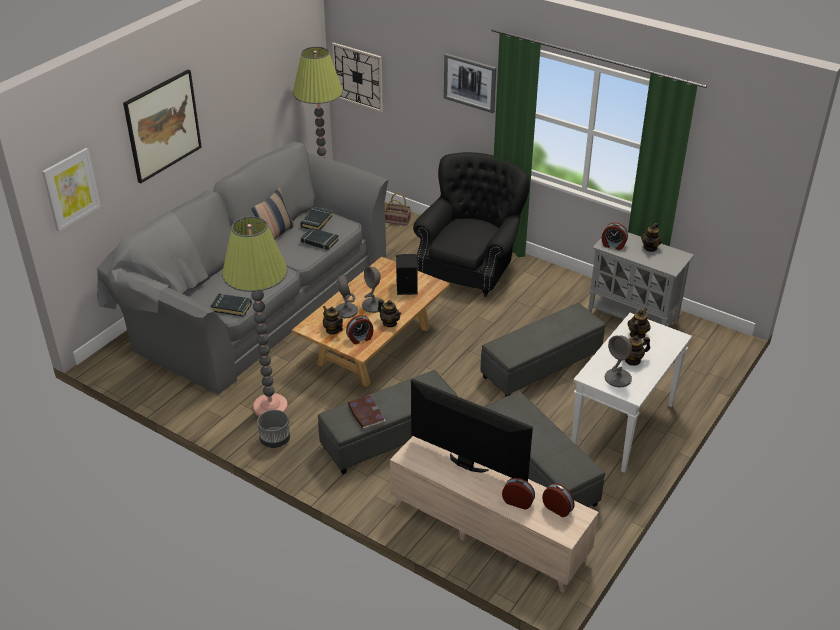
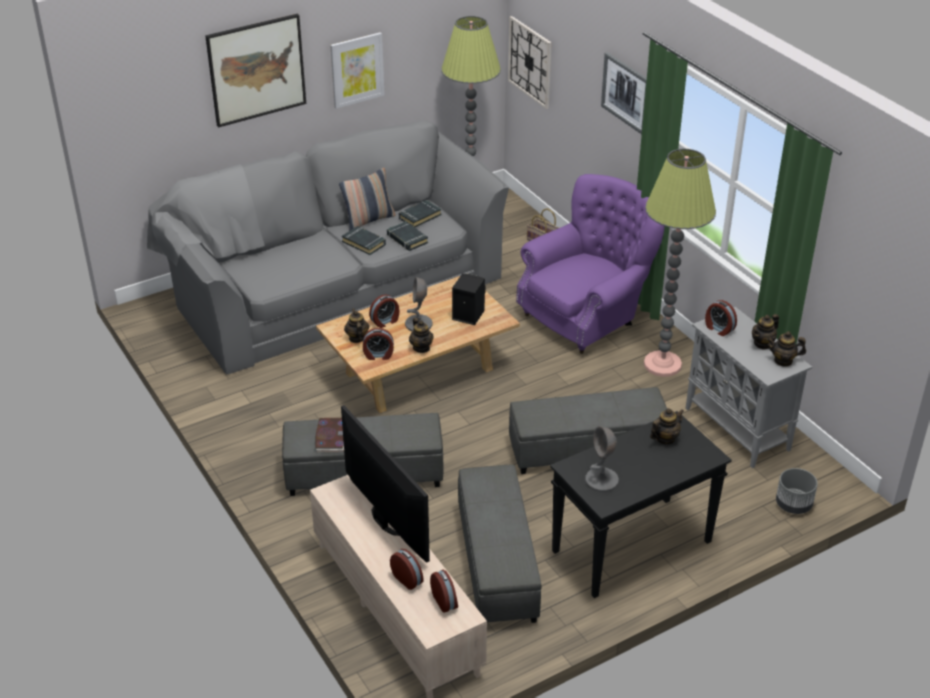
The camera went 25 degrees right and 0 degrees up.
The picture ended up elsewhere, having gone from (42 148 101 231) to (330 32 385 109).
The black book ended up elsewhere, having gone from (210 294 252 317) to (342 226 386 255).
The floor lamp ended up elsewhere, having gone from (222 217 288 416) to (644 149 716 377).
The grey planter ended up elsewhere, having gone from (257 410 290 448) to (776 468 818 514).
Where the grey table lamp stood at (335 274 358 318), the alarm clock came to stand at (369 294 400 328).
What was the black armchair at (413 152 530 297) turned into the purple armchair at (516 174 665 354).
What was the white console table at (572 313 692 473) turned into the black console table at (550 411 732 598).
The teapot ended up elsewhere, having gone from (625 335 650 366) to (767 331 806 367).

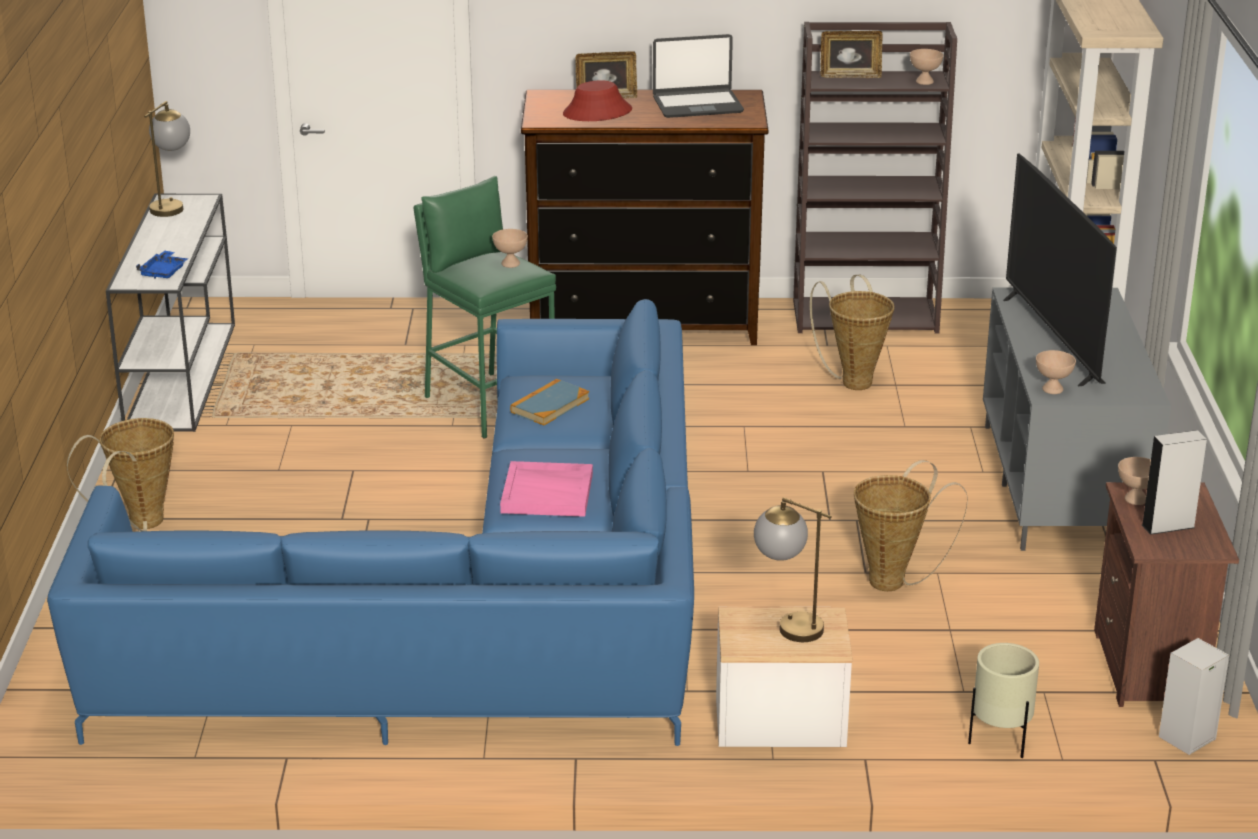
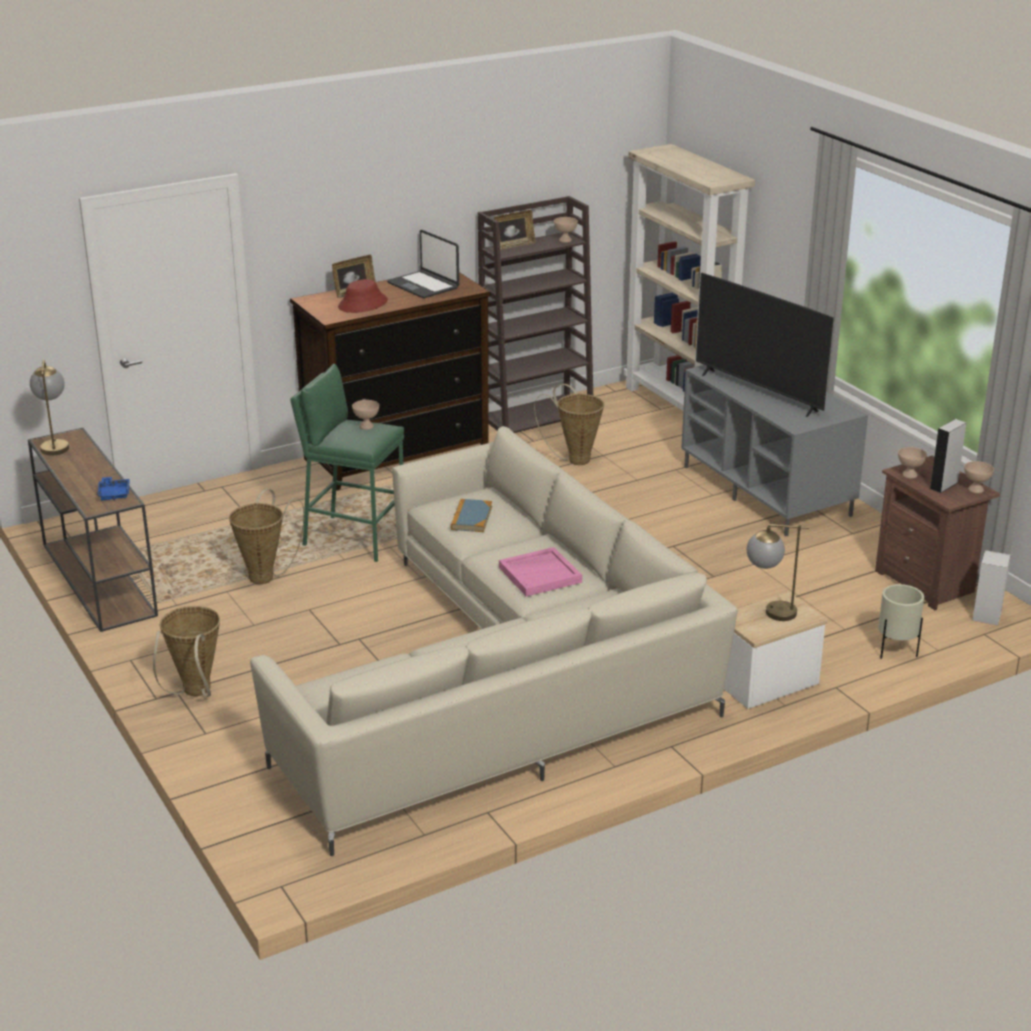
The camera went 30 degrees left and 0 degrees up.
What was the blue sofa at (47 299 694 746) turned into the beige sofa at (250 426 737 856).
What was the white console table at (106 194 235 432) turned into the brown console table at (28 428 158 632).
The laptop at (653 34 744 118) ended up facing another way, 90 degrees clockwise from before.
The basket ended up elsewhere, having gone from (854 460 968 591) to (229 489 304 584).
The beige bowl ended up elsewhere, having gone from (1036 350 1076 394) to (964 461 994 493).

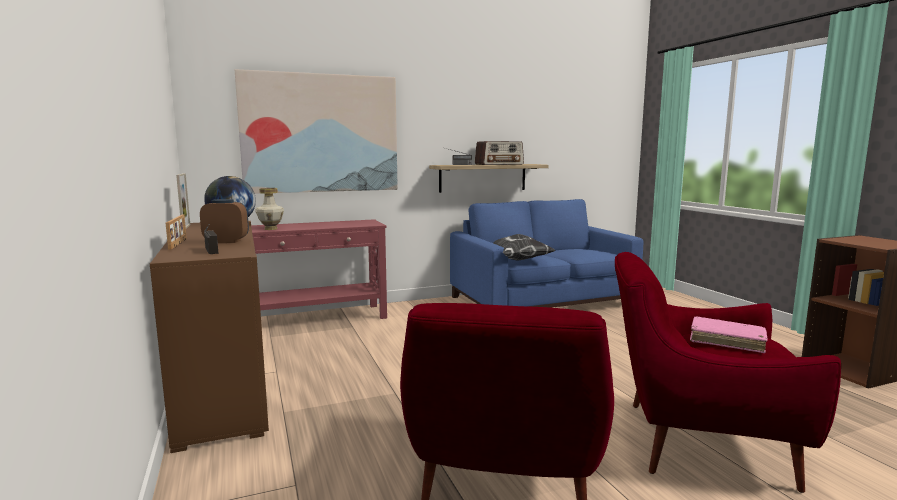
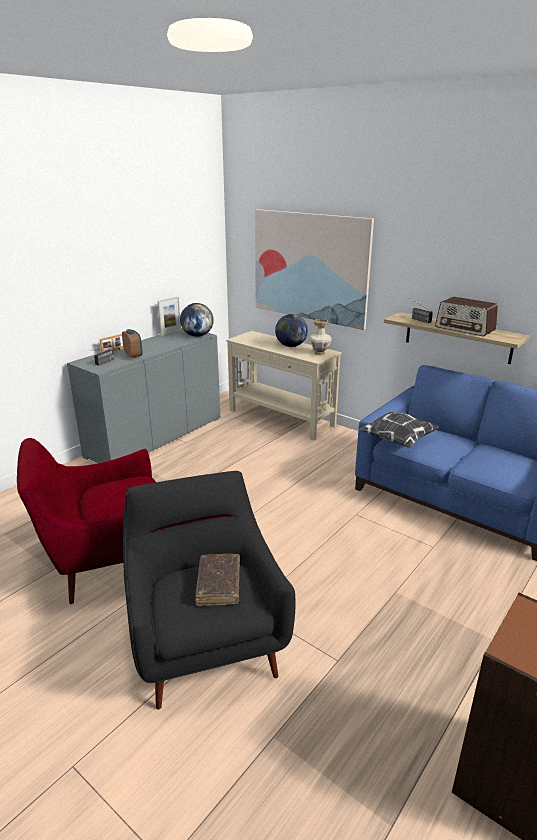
The camera went 60 degrees right and 15 degrees up.
What was the brown cabinet at (150 221 269 453) turned into the grey cabinet at (67 328 220 463).
What was the red console table at (251 219 387 319) turned into the beige console table at (226 331 342 441).
The vase ended up elsewhere, having gone from (255 188 284 230) to (309 319 332 355).
What was the red armchair at (615 252 841 493) turned into the black armchair at (123 471 295 709).
What was the pink book at (690 317 768 353) turned into the brown book at (195 554 240 606).
The second view gained the globe at (275 314 308 347).

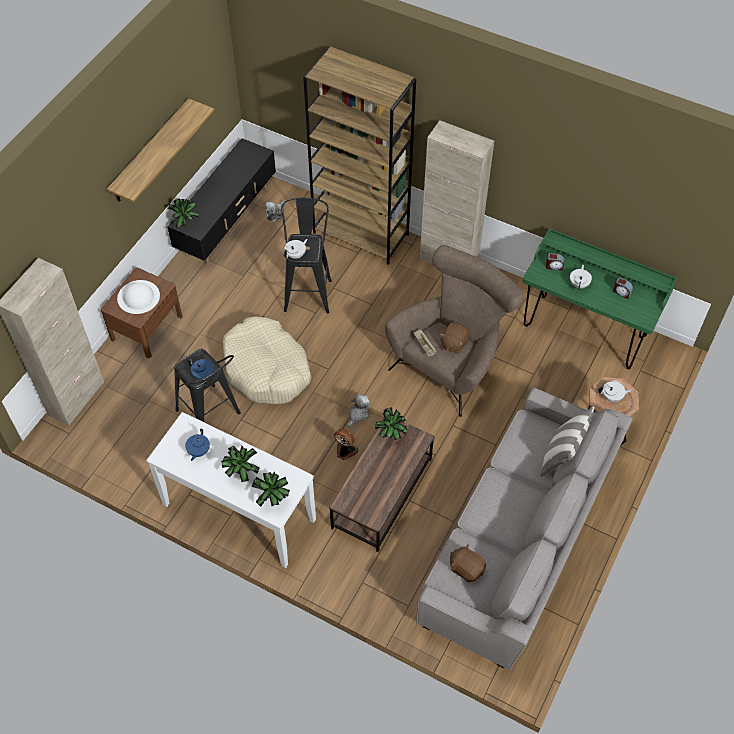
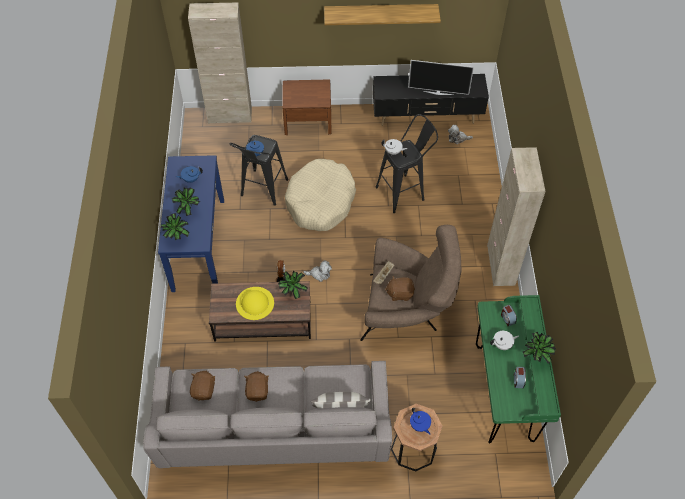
The camera went 60 degrees right and 0 degrees up.
The second view lost the white hat at (117 280 160 314).
What was the white console table at (146 412 316 568) turned into the blue console table at (158 155 224 292).
The potted plant ended up elsewhere, having gone from (168 198 199 228) to (523 332 556 363).
The second view lost the brown bookcase at (303 46 416 265).
What was the white teapot at (598 381 632 402) turned into the blue teapot at (410 408 431 434).
The second view gained the yellow hat at (236 287 274 320).
The second view gained the brown plush toy at (244 371 269 402).
The second view gained the television at (408 60 474 95).

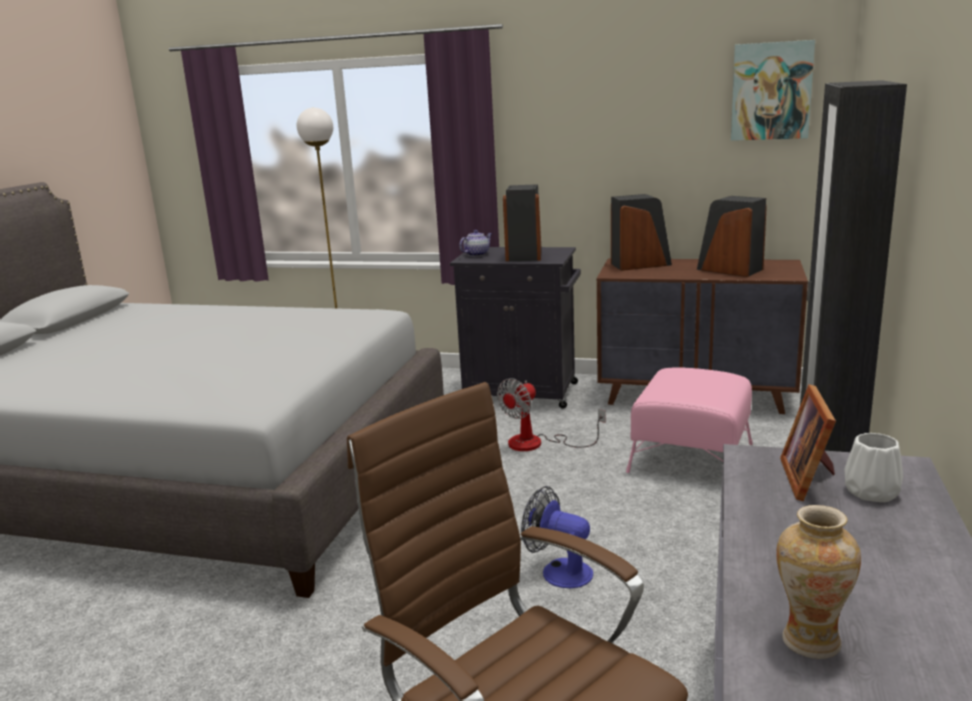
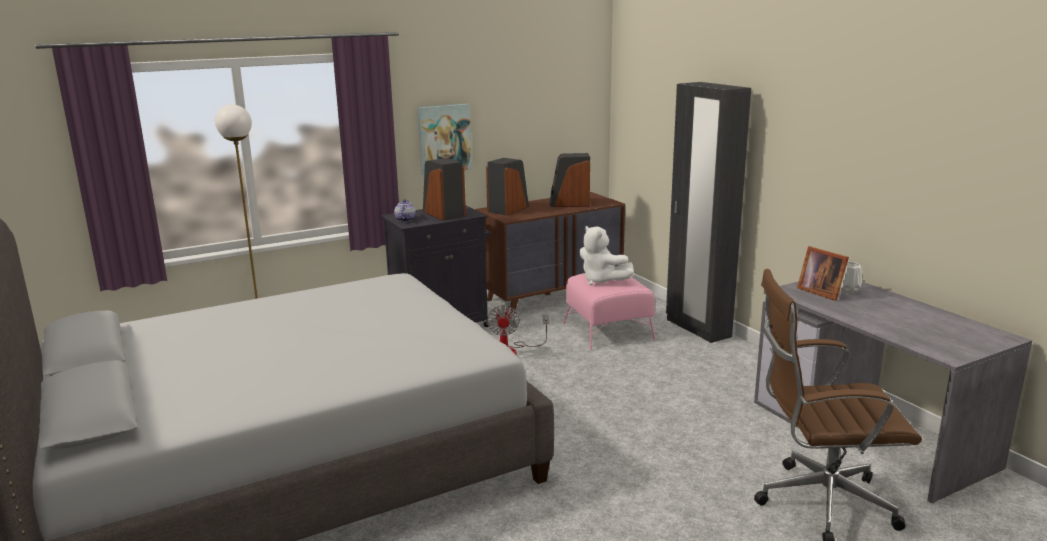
The camera went 45 degrees left and 0 degrees up.
The second view lost the fan at (521 486 593 588).
The picture ended up elsewhere, having gone from (731 40 815 141) to (418 103 472 176).
The second view lost the vase at (776 505 861 659).
The second view gained the white plush toy at (579 226 634 285).

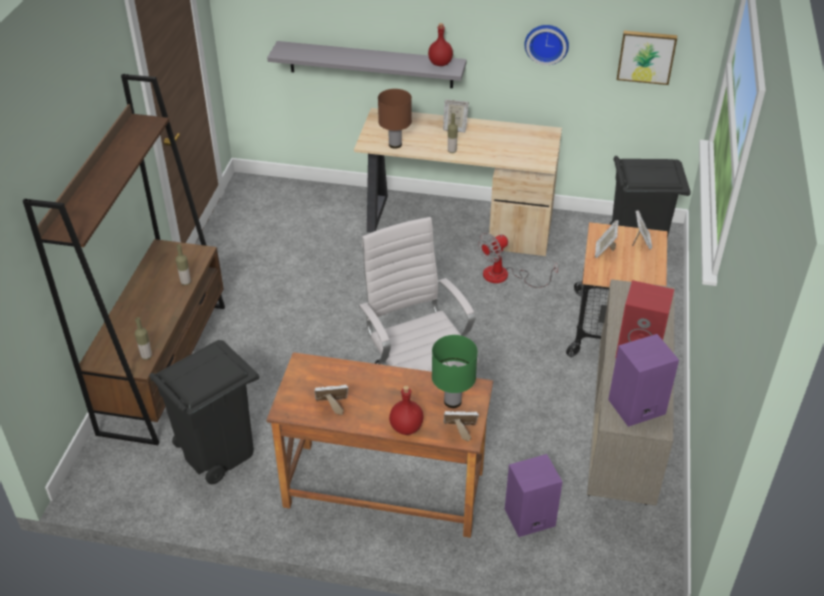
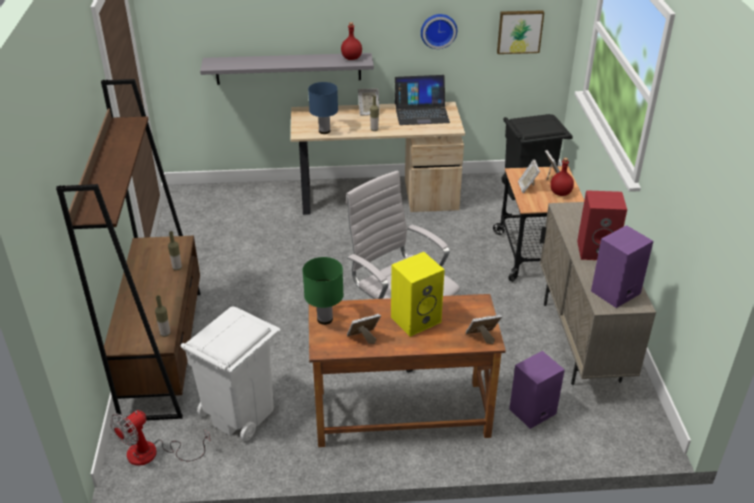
The camera went 15 degrees left and 5 degrees down.
What was the black trash can at (149 340 259 484) turned into the white trash can at (181 307 280 441).
What was the brown table lamp at (378 89 412 149) turned into the blue table lamp at (308 82 338 134).
The red bottle ended up elsewhere, having gone from (389 386 424 435) to (550 158 574 196).
The green table lamp ended up elsewhere, having gone from (432 335 478 408) to (302 257 344 325).
The fan ended up elsewhere, having gone from (478 233 558 288) to (110 410 211 466).
The second view gained the yellow speaker at (391 252 445 337).
The second view gained the laptop at (395 75 450 125).

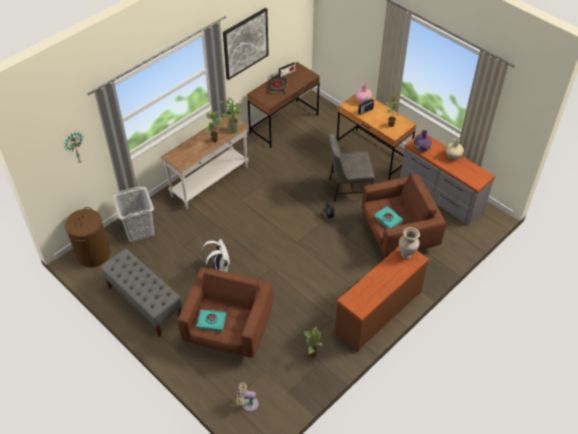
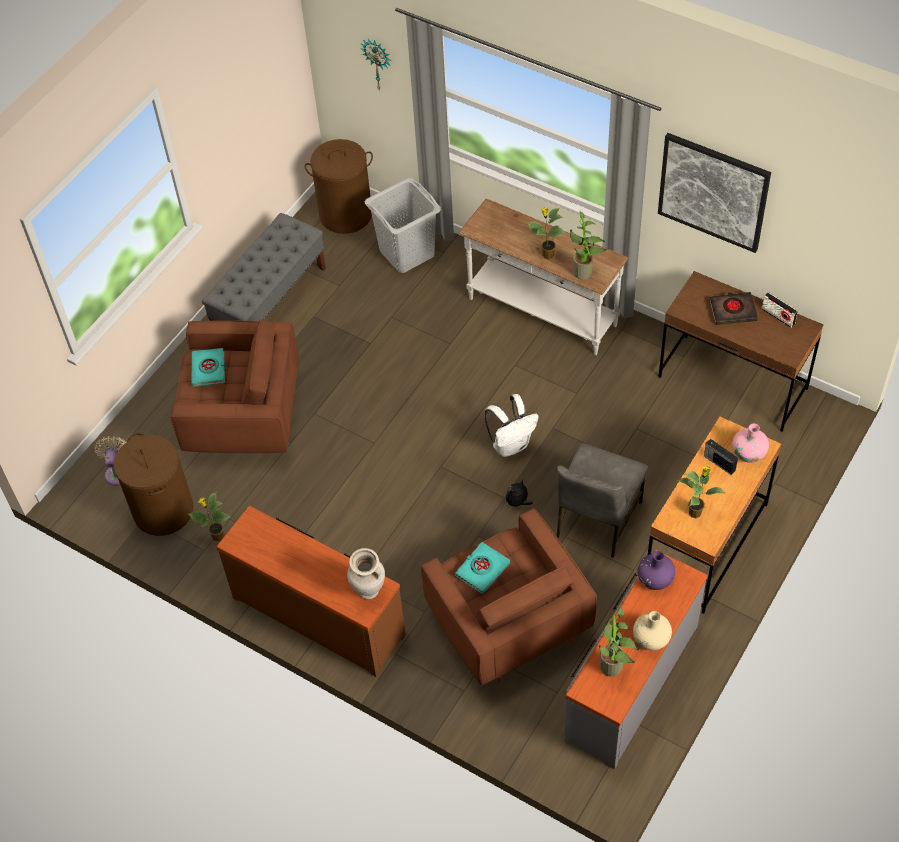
The camera went 80 degrees right and 5 degrees up.
The white backpack ended up elsewhere, having gone from (202 239 229 272) to (484 394 538 457).
The grey chair at (329 134 375 202) ended up facing another way, 135 degrees counterclockwise from before.
The second view gained the brown laundry basket at (114 433 194 536).
The second view gained the potted plant at (599 606 639 677).

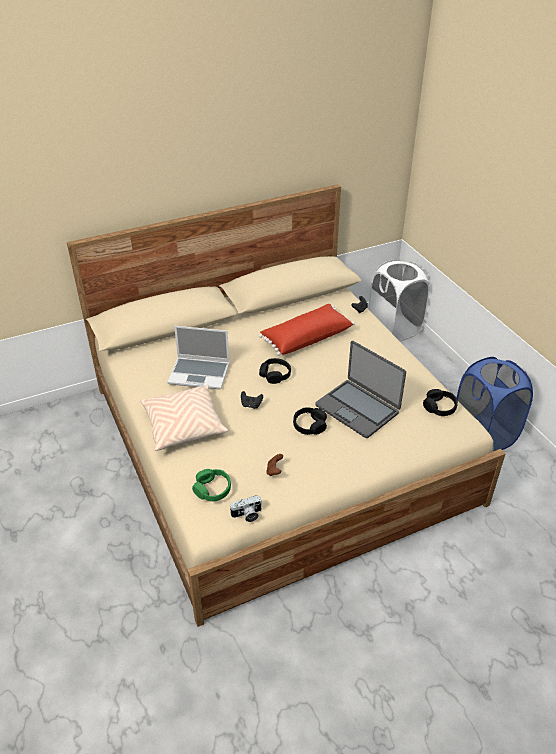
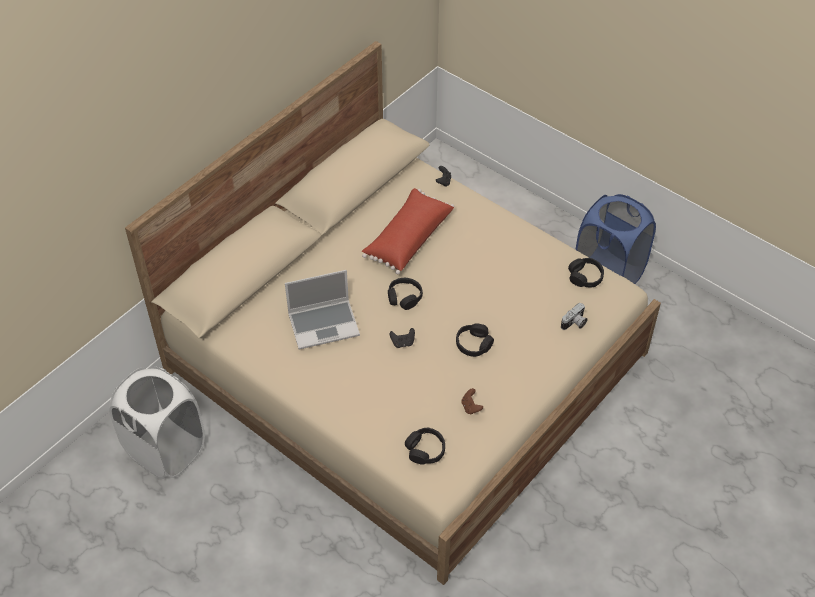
The camera went 25 degrees left and 10 degrees up.
The second view lost the beige pillow at (140 385 228 451).
What was the green headphones at (192 469 231 502) turned into the black headphones at (405 427 445 465).
The photo camera ended up elsewhere, having gone from (229 495 262 522) to (561 303 588 330).
The second view lost the laptop at (315 341 406 438).
The white laundry basket ended up elsewhere, having gone from (368 259 430 341) to (109 366 205 479).

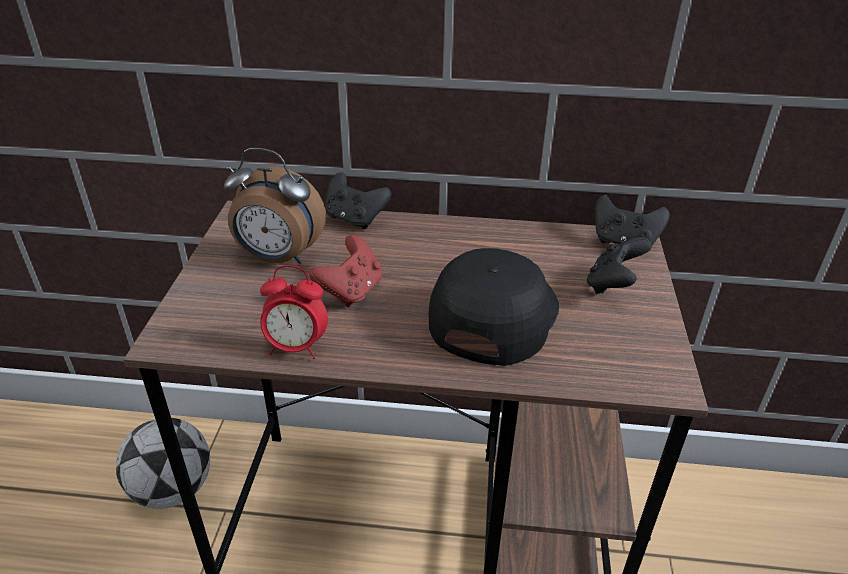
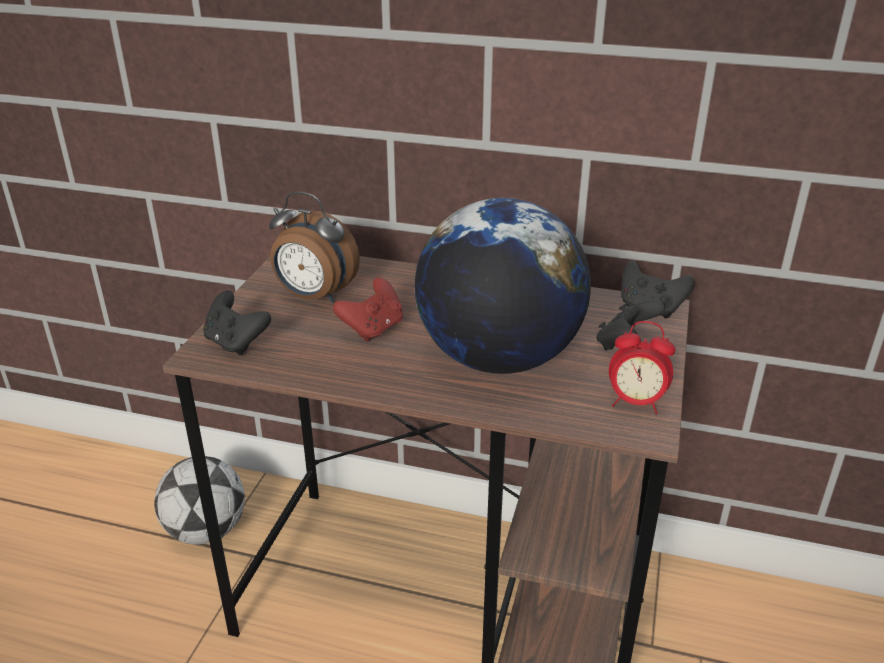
The camera went 10 degrees right and 5 degrees down.
The alarm clock ended up elsewhere, having gone from (260 265 328 359) to (609 321 675 414).
The black game controller ended up elsewhere, having gone from (325 172 391 229) to (203 291 271 356).
Where the black cap stood at (429 248 559 366), the globe came to stand at (415 198 591 374).

